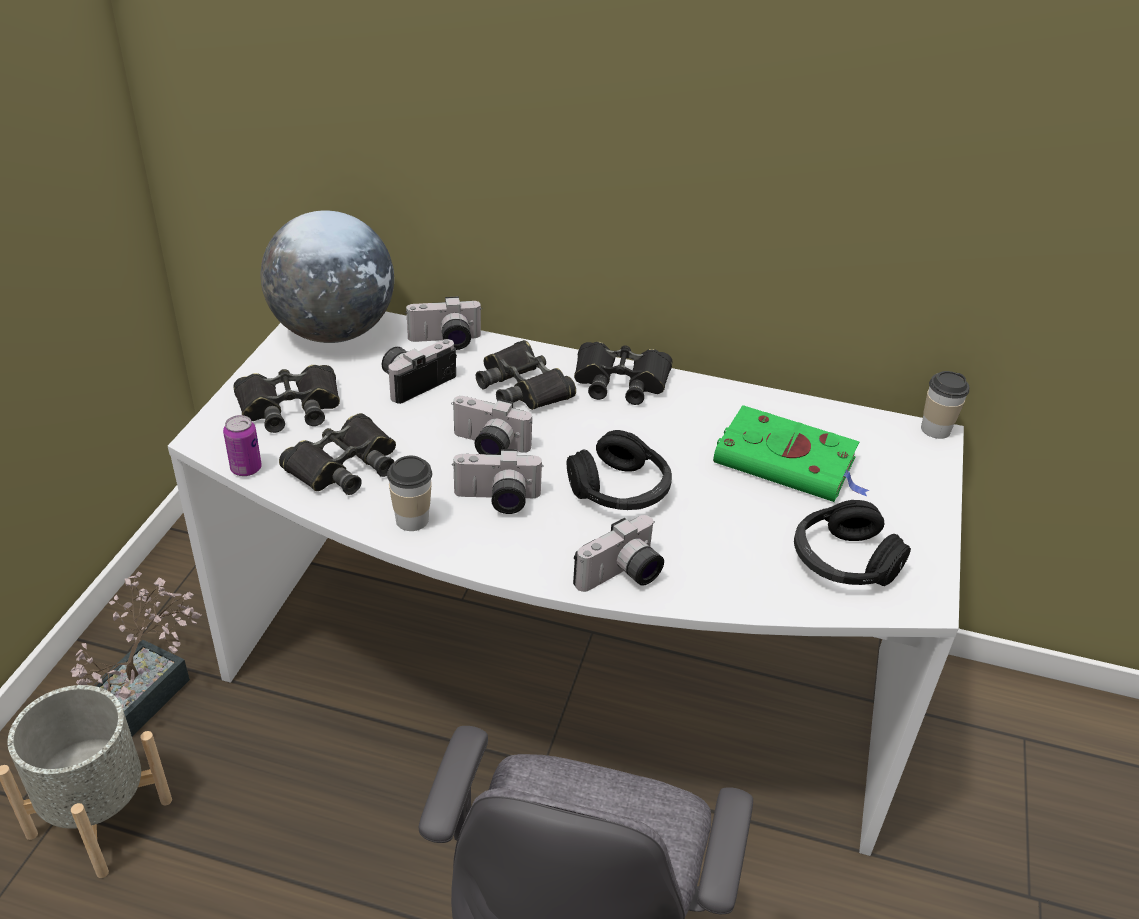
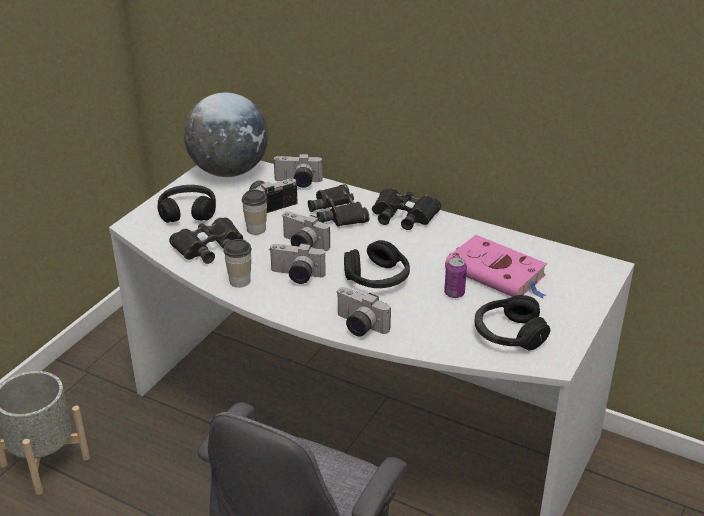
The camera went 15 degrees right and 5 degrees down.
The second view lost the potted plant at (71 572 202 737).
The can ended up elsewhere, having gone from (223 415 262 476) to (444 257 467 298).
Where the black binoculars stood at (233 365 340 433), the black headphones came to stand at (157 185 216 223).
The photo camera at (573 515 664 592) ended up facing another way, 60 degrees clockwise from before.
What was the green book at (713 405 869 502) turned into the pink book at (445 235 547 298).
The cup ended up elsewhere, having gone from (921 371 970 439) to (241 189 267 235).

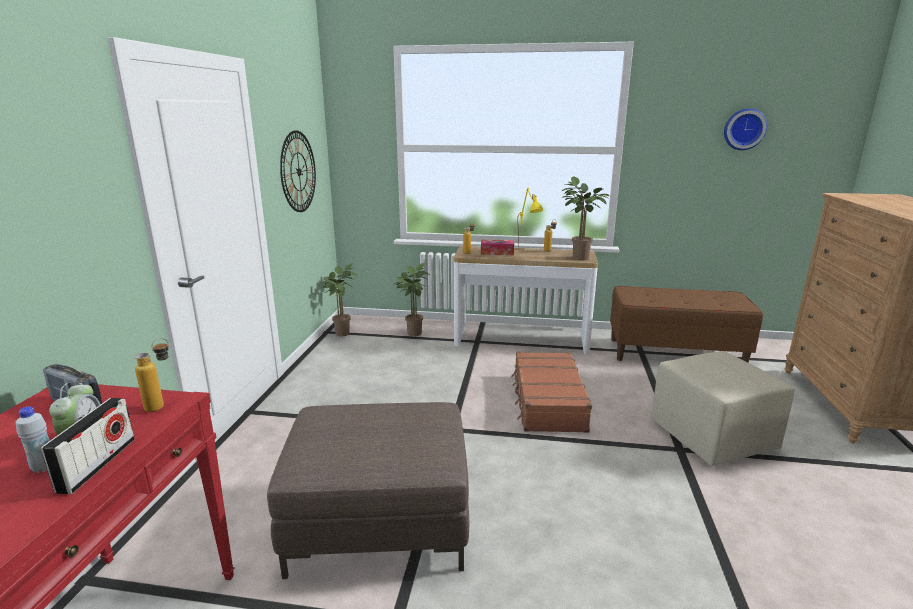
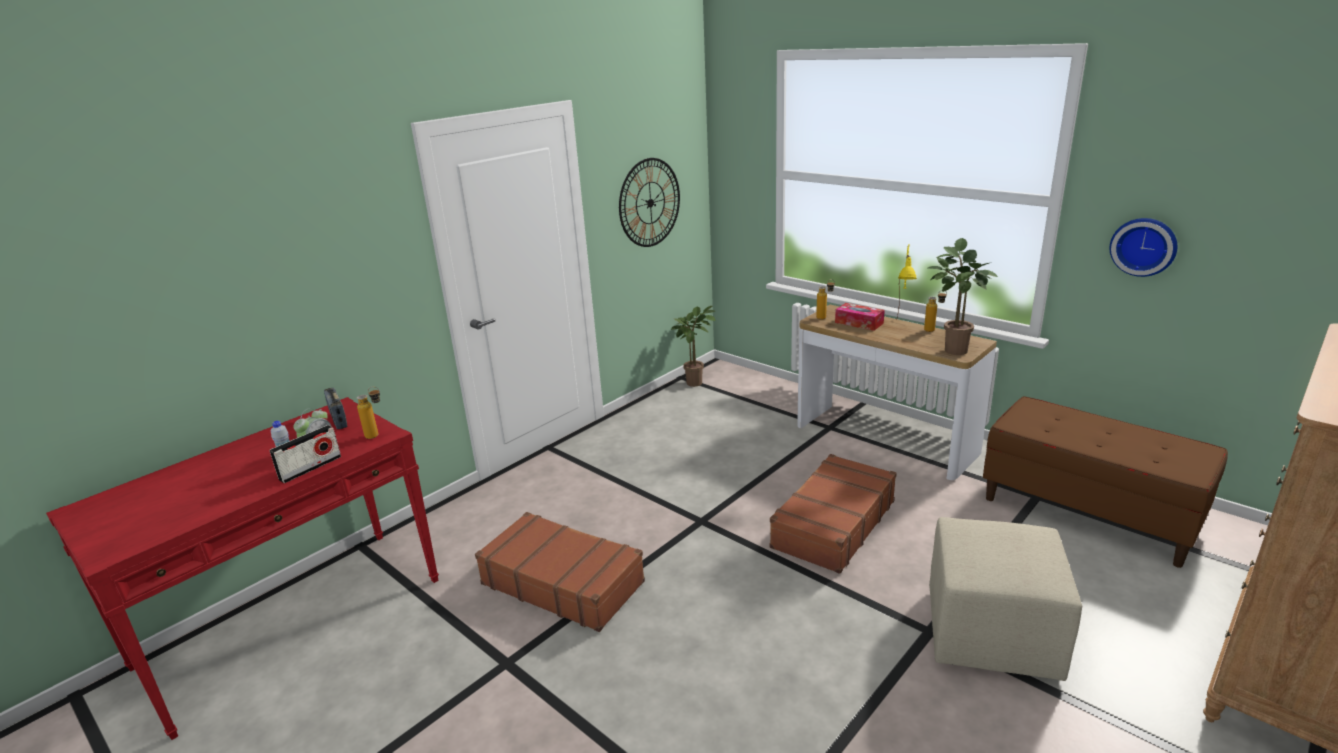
The camera went 35 degrees right and 5 degrees up.
Where the brown ottoman stood at (267 402 469 579), the brown suitcase came to stand at (475 512 645 632).
The second view lost the potted plant at (393 263 430 336).
The wall clock ended up elsewhere, having gone from (724 108 767 150) to (1110 218 1177 277).

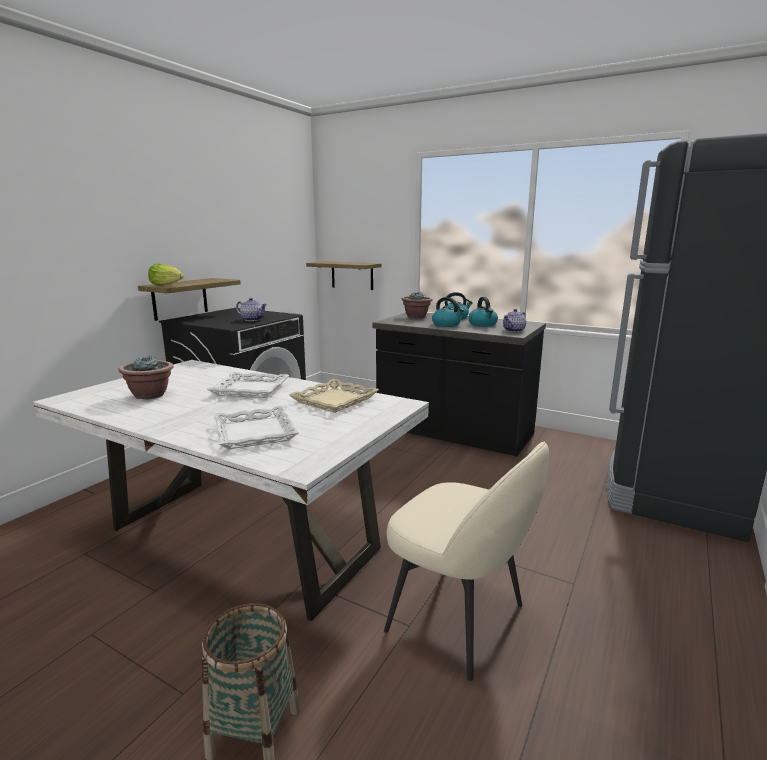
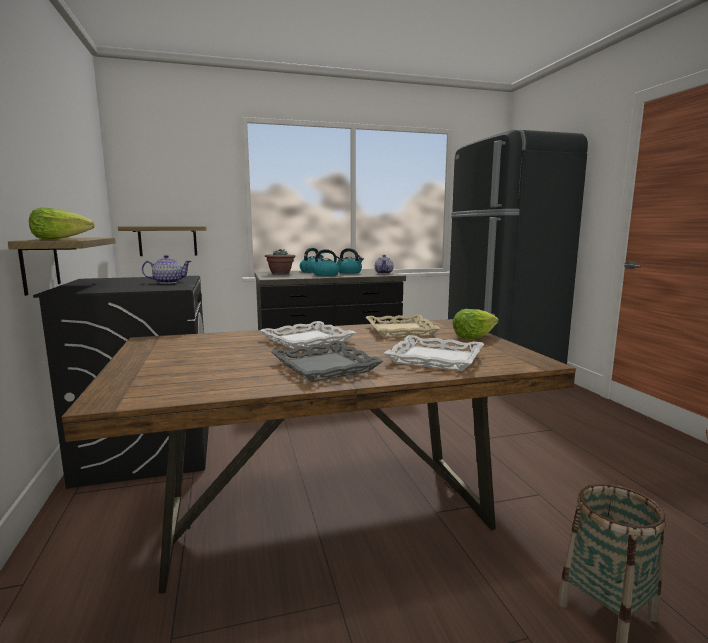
The camera went 45 degrees left and 5 degrees down.
What was the white dining table at (33 360 429 621) turned into the brown dining table at (62 319 576 594).
The second view lost the potted plant at (119 356 174 399).
The second view lost the beige chair at (384 442 549 681).
The second view gained the grey tray at (271 341 383 382).
The second view gained the lettuce at (452 309 499 339).

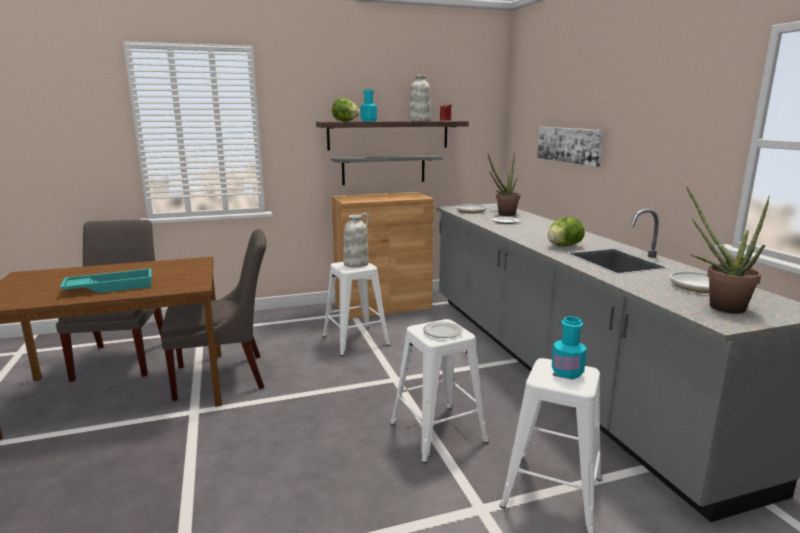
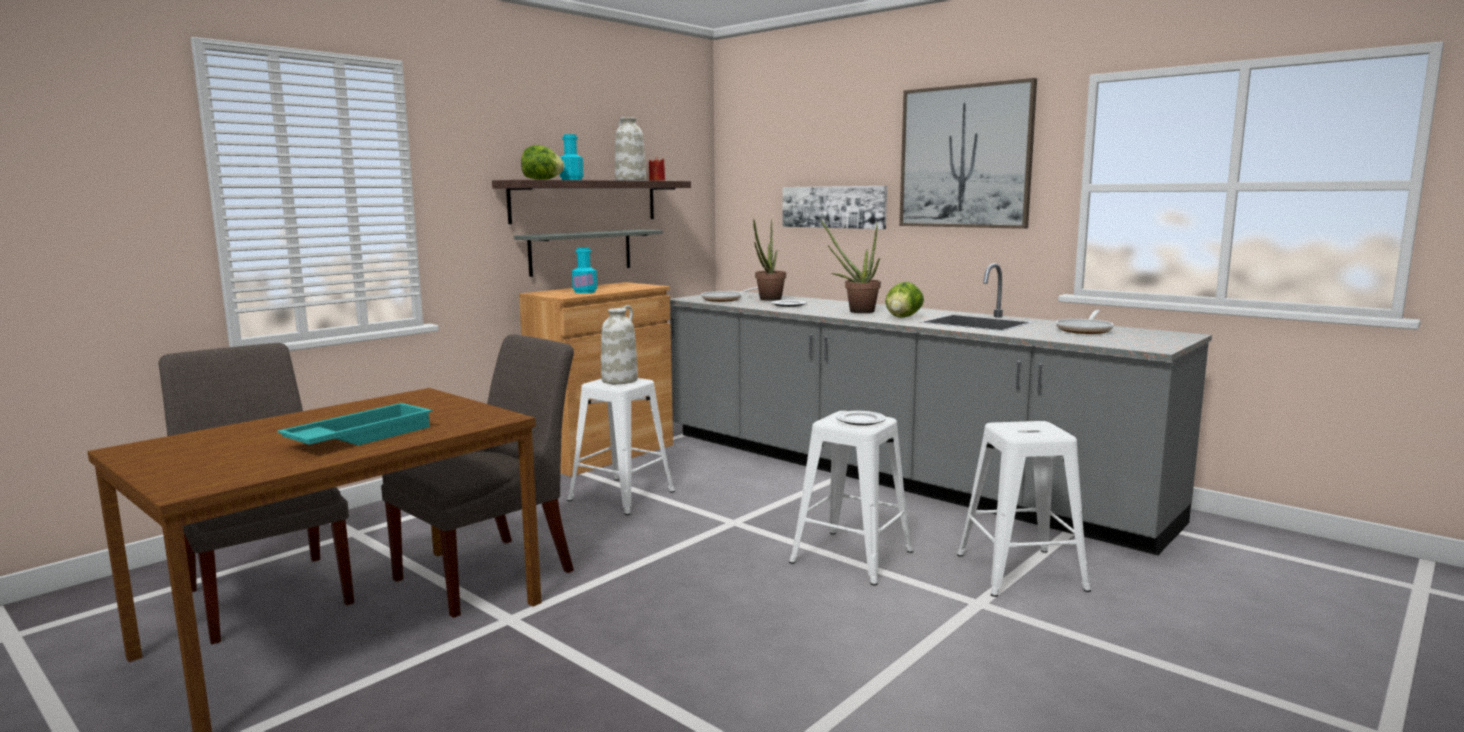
The camera went 30 degrees left and 5 degrees down.
The turquoise bottle ended up elsewhere, having gone from (552 316 587 379) to (572 247 597 293).
The potted plant ended up elsewhere, having gone from (686 186 770 314) to (821 220 881 313).
The second view gained the picture at (899 78 1037 229).

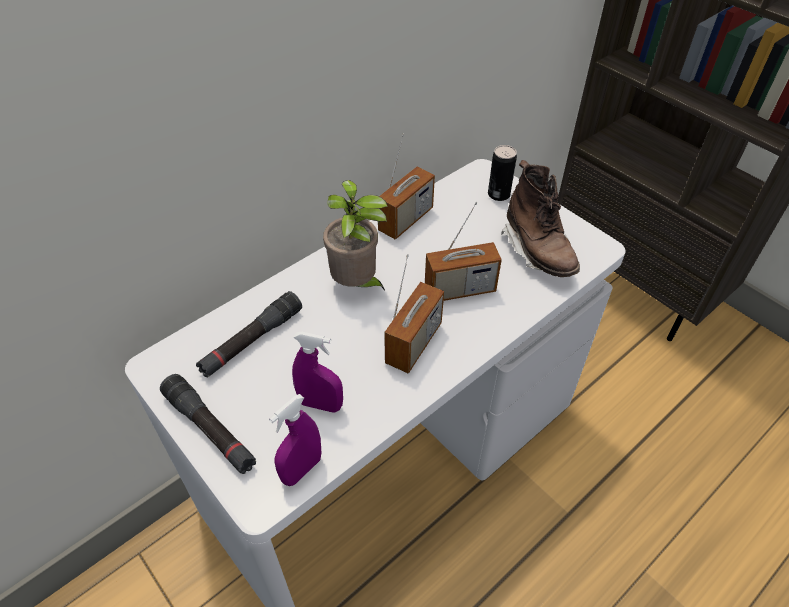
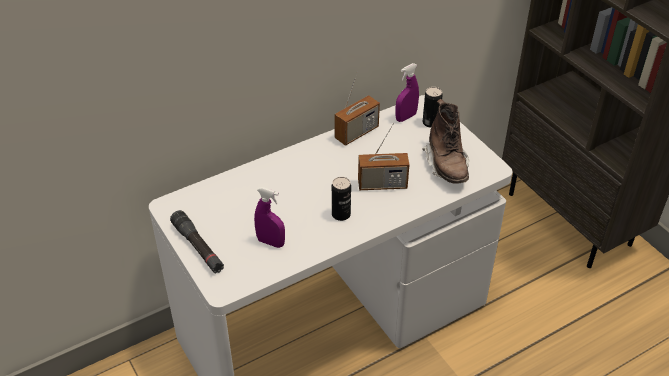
The camera went 10 degrees right and 5 degrees down.
The second view lost the black flashlight at (196 291 302 378).
The purple spray bottle ended up elsewhere, having gone from (269 394 321 486) to (395 63 419 122).
The second view lost the potted plant at (323 180 387 291).
Where the radio stood at (384 254 444 374), the can came to stand at (332 177 351 221).

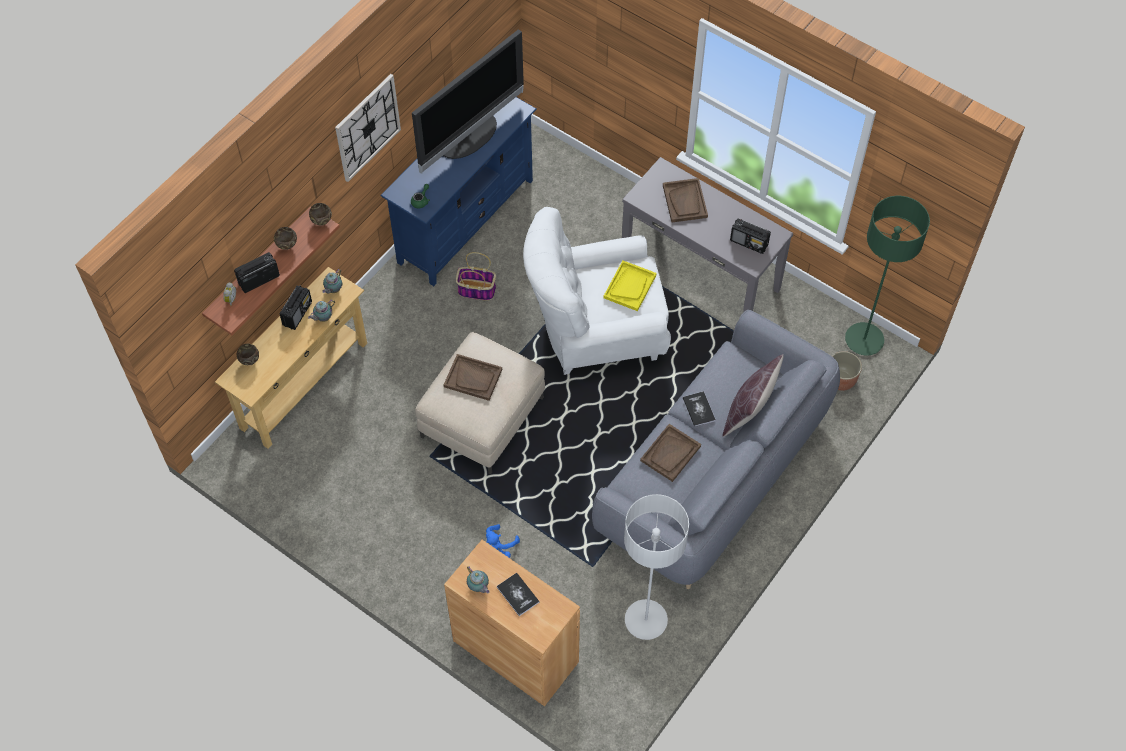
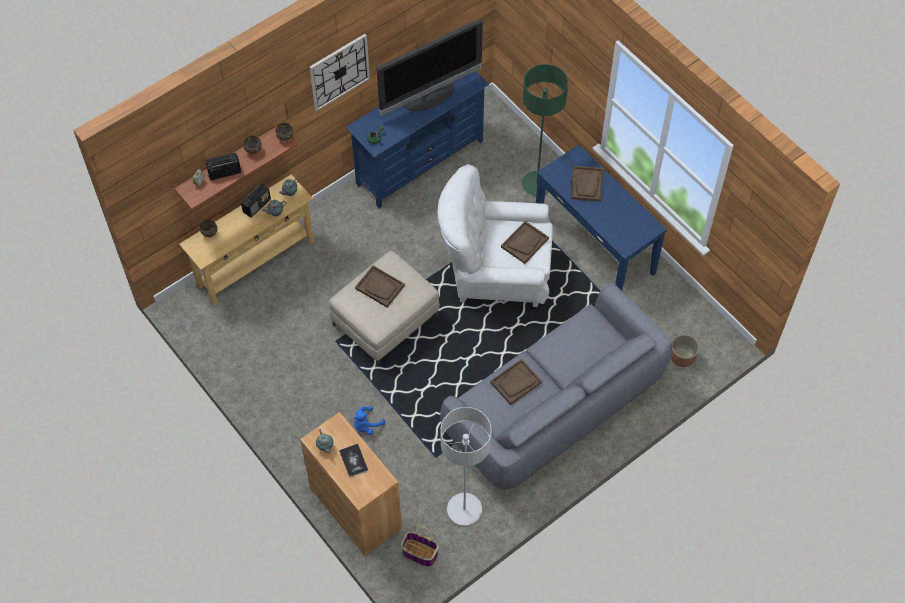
The camera went 15 degrees right and 0 degrees up.
The basket ended up elsewhere, having gone from (456 252 496 301) to (401 525 439 567).
What was the yellow tray at (604 260 656 311) turned into the brown tray at (501 221 549 264).
What was the grey console table at (622 157 793 313) turned into the blue console table at (536 144 667 291).
The second view lost the book at (683 391 716 427).
The second view lost the brown pillow at (723 354 783 437).
The second view lost the radio at (730 218 771 254).
The green floor lamp ended up elsewhere, having gone from (845 196 930 355) to (522 64 568 196).

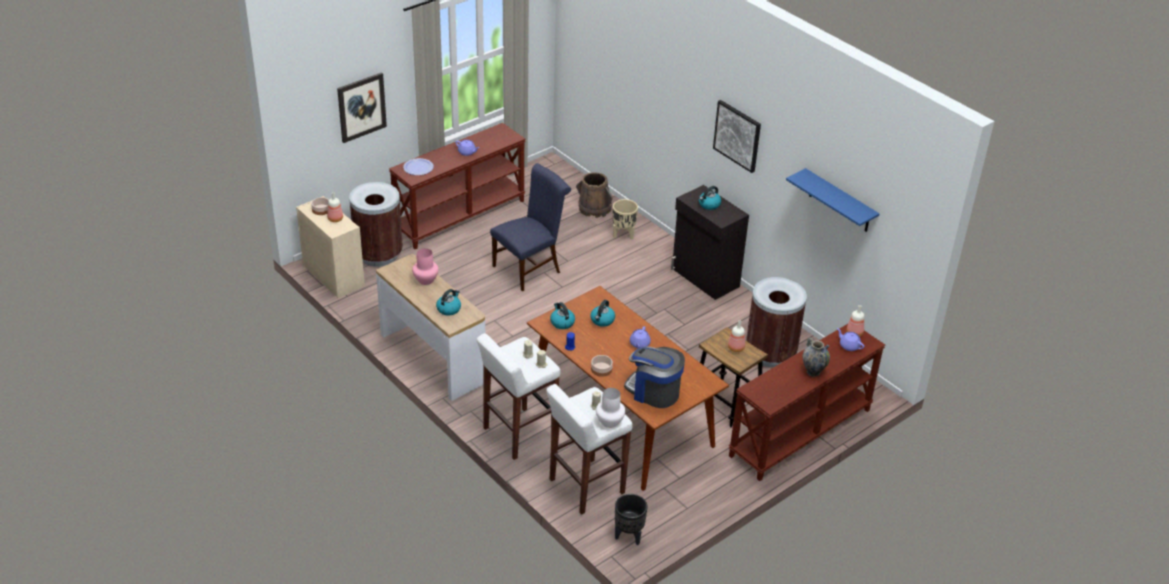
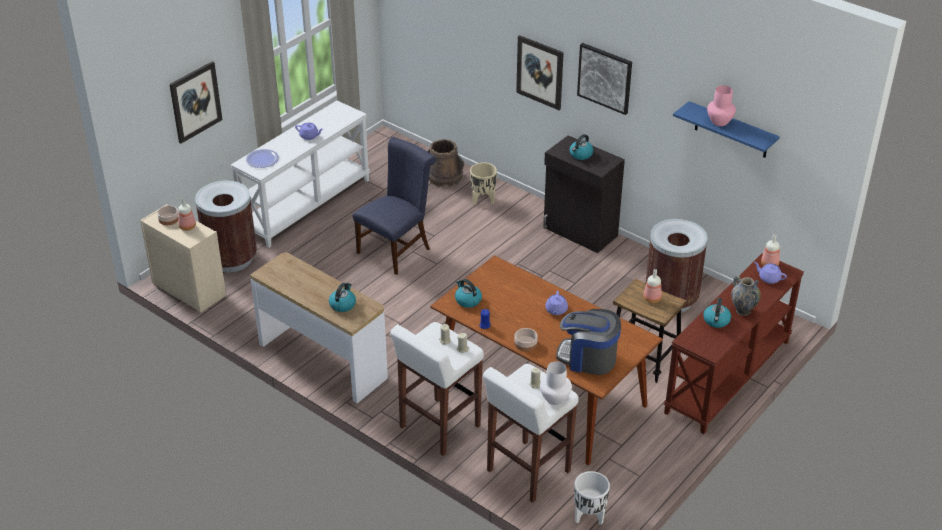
The camera went 10 degrees left and 0 degrees up.
What was the brown console table at (389 123 526 249) turned into the white console table at (231 101 370 248).
The pink vase ended up elsewhere, having gone from (412 248 439 285) to (707 85 736 126).
The kettle ended up elsewhere, having gone from (590 300 615 327) to (703 298 731 328).
What was the black planter at (615 494 648 545) turned into the white planter at (574 471 610 525).
The second view gained the picture at (516 35 564 110).

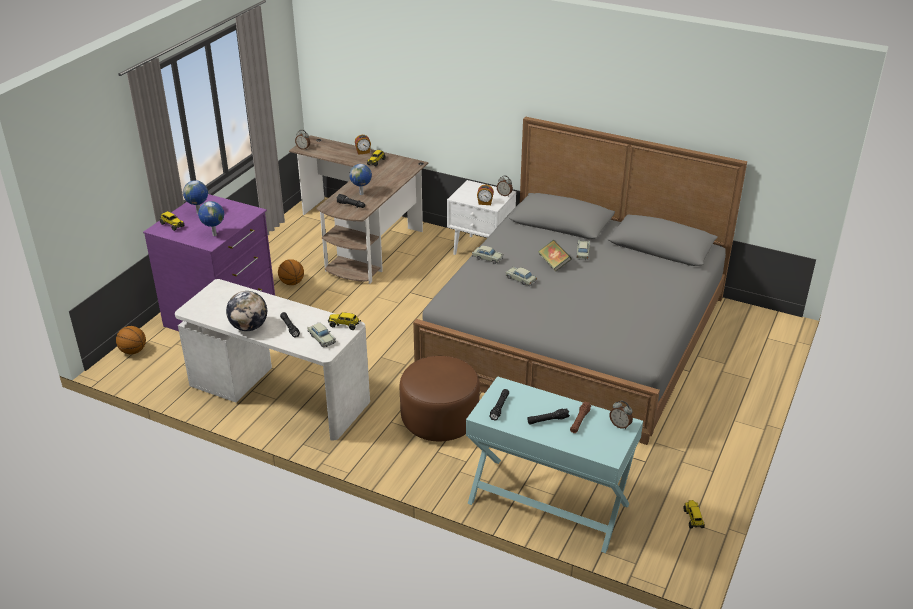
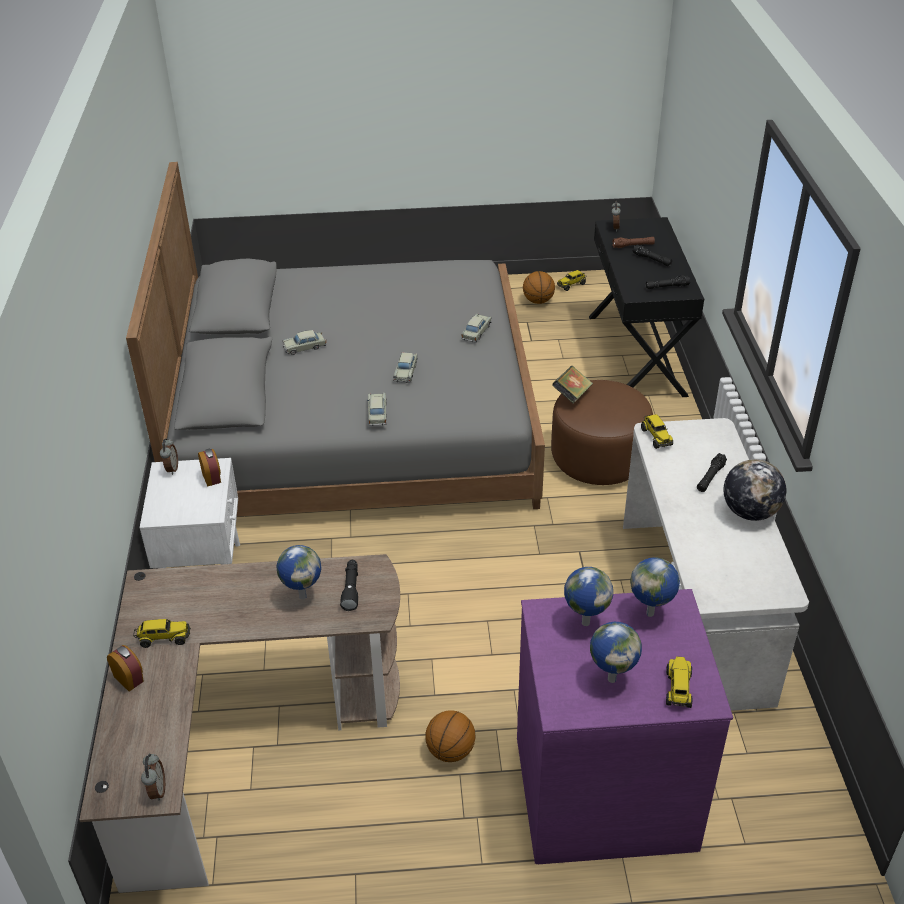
The camera went 120 degrees left and 5 degrees up.
The basketball ended up elsewhere, having gone from (116 326 146 354) to (523 271 555 304).
The beige toy car ended up elsewhere, having gone from (307 323 336 347) to (461 313 492 343).
What was the turquoise console table at (466 376 643 553) turned into the black console table at (589 217 704 397).
The book ended up elsewhere, having gone from (538 240 572 272) to (552 366 593 404).
The second view gained the globe at (564 567 613 626).

